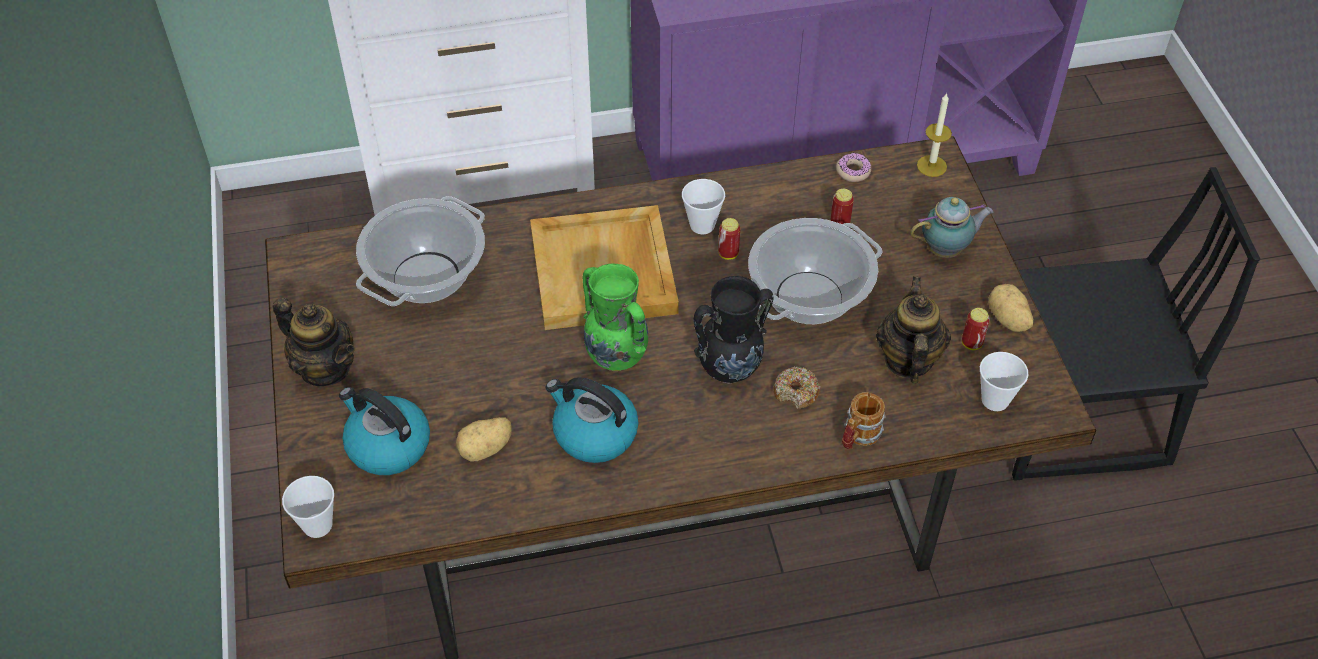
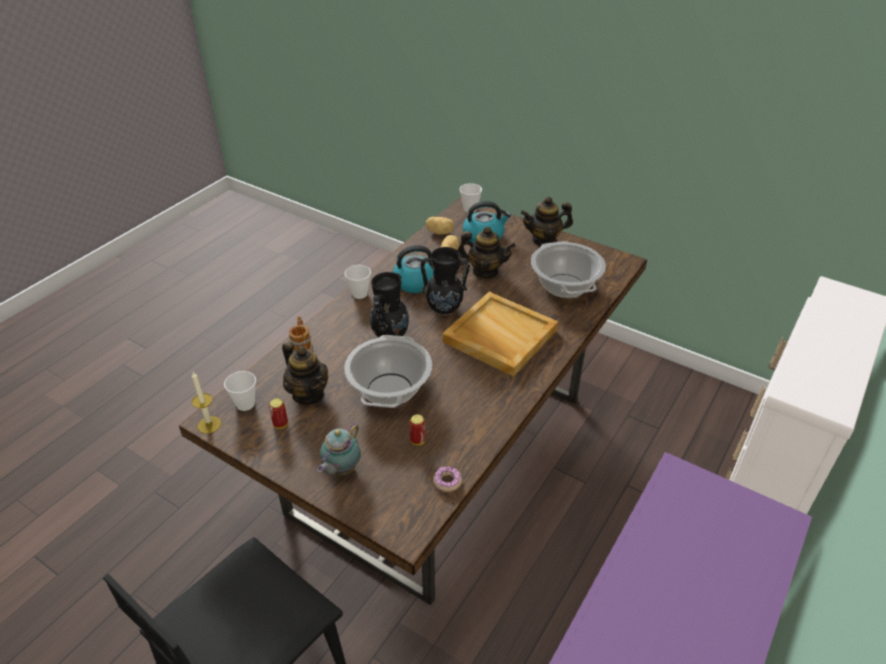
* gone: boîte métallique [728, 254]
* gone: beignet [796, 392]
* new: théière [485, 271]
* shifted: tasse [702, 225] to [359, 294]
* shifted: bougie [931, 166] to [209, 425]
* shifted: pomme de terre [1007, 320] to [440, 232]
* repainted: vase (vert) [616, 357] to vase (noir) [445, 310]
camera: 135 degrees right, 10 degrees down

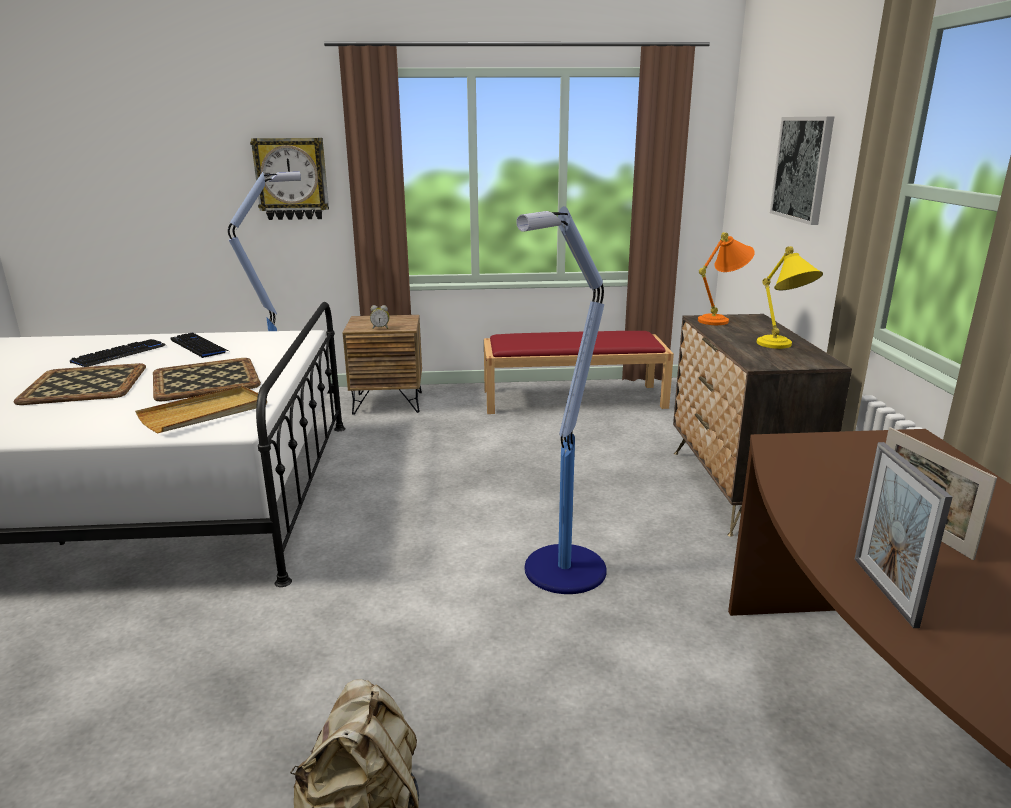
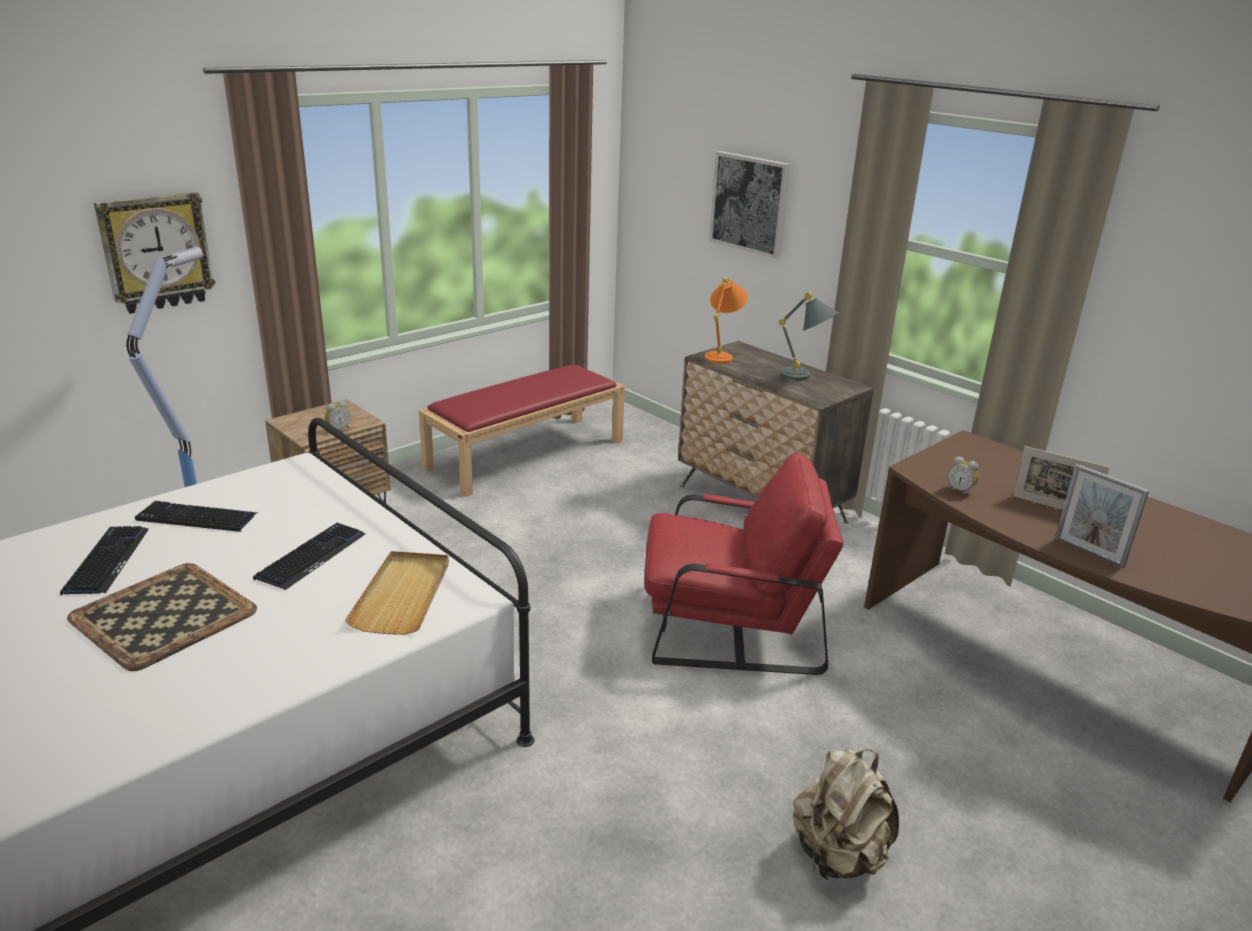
* new: réveil [960, 490]
* swapped: plateau [207, 379] to clavier [311, 557]
* swapped: lampadaire [563, 571] to fauteuil (rouge) [730, 625]
* repainted: lampe de table (jaune) [781, 347] to lampe de table (gris) [805, 377]
camera: 40 degrees left, 5 degrees up

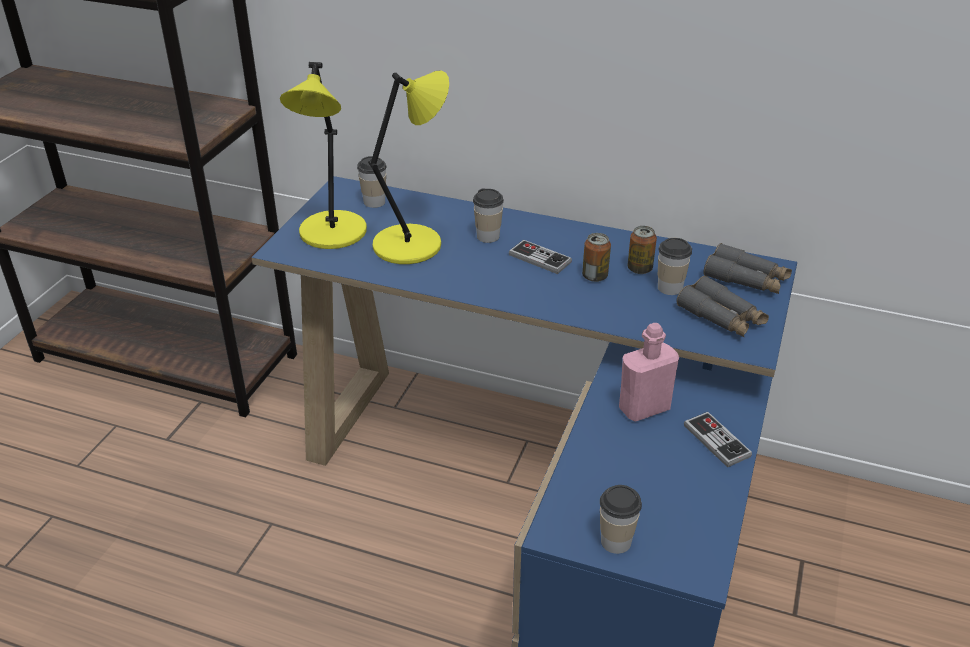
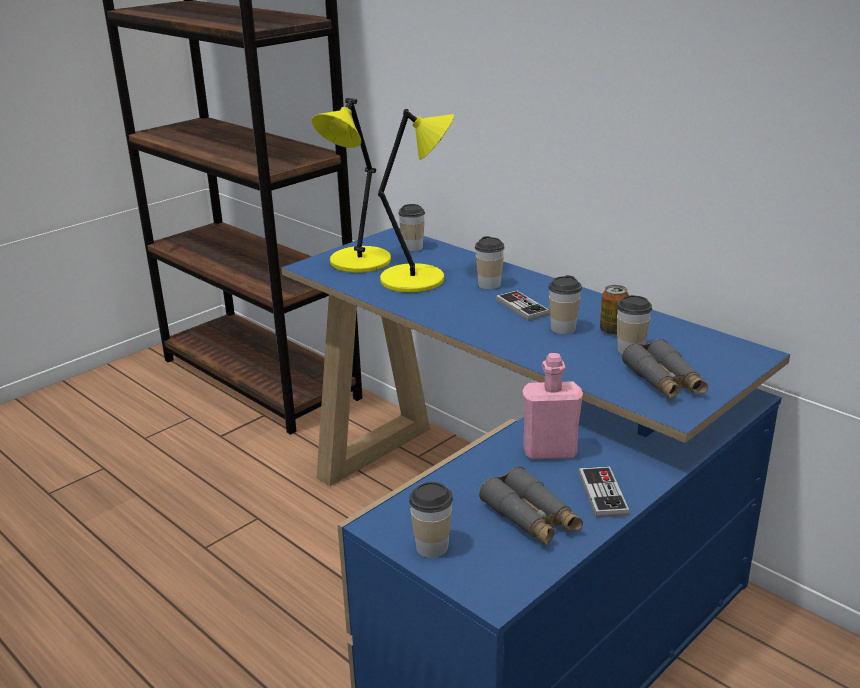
* shifted: jumelles (gris) [746, 279] to [531, 518]
* swapped: boîte métallique [595, 276] to tasse [563, 329]
camera: 25 degrees right, 10 degrees down

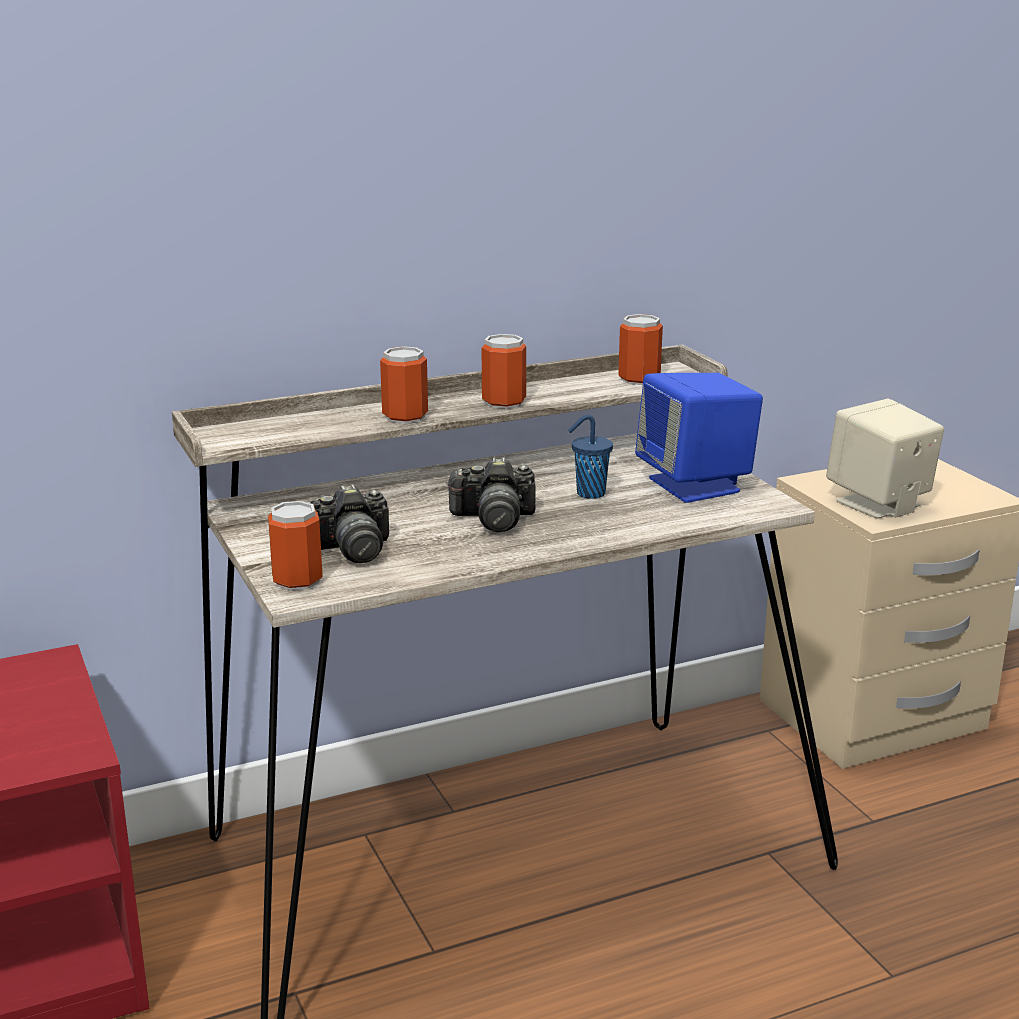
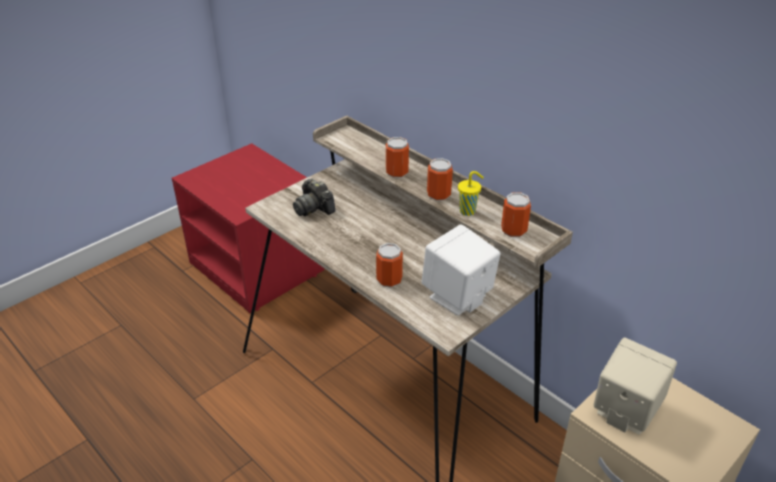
* gone: appareil photo [493, 519]
* gone: tasse (bleu) [589, 494]
* new: tasse (jaune) [468, 211]
* shifted: boîte métallique [297, 580] to [389, 280]
* repainted: enceinte (bleu) [695, 485] to enceinte (blanc) [458, 297]
camera: 70 degrees right, 15 degrees up

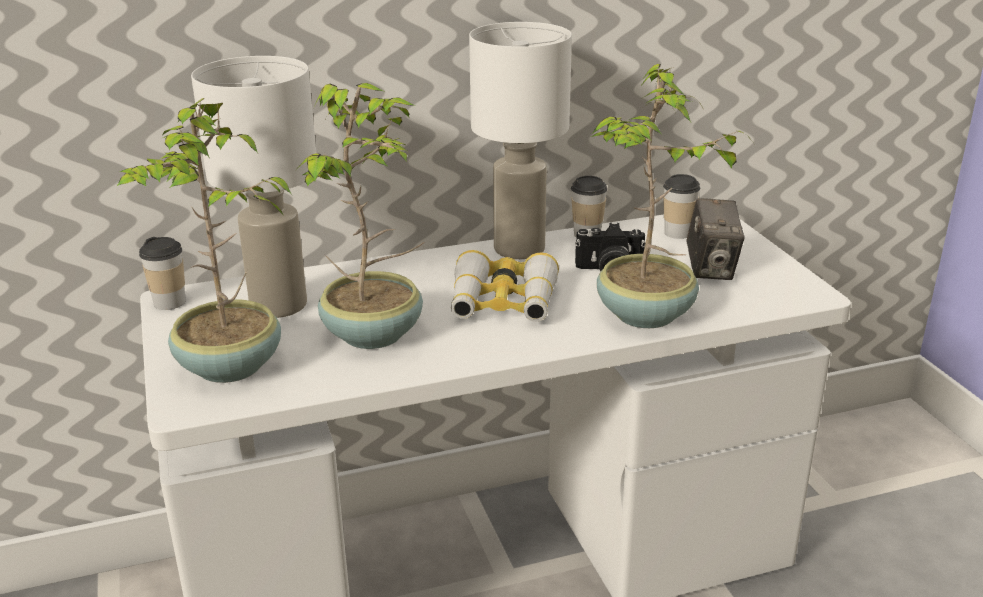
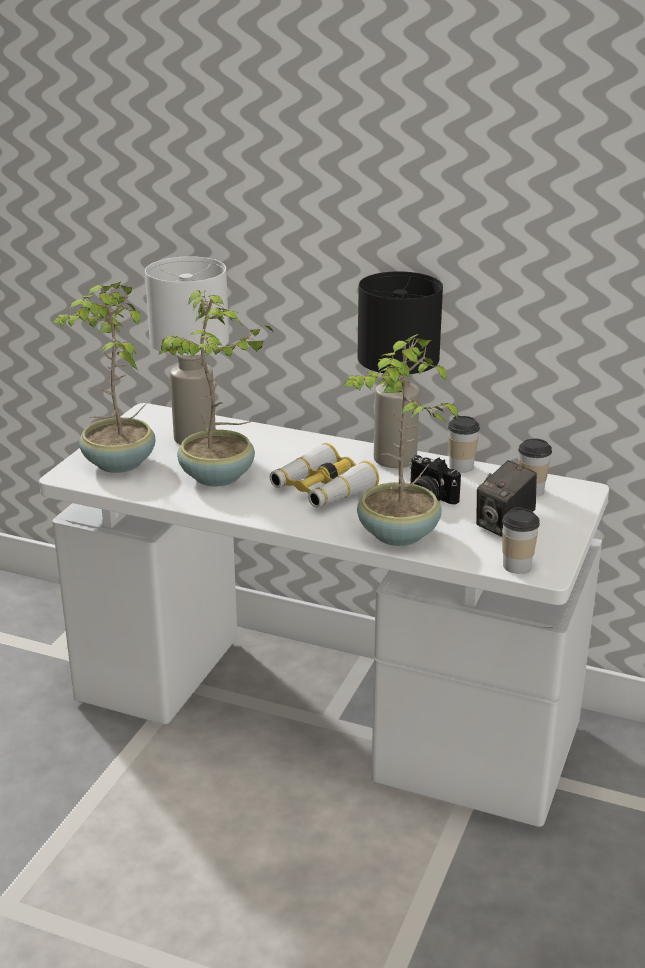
* shifted: tasse [169, 302] to [516, 566]
* repainted: lampe de table (blanc) [518, 250] to lampe de table (noir) [394, 459]
camera: 40 degrees right, 0 degrees up

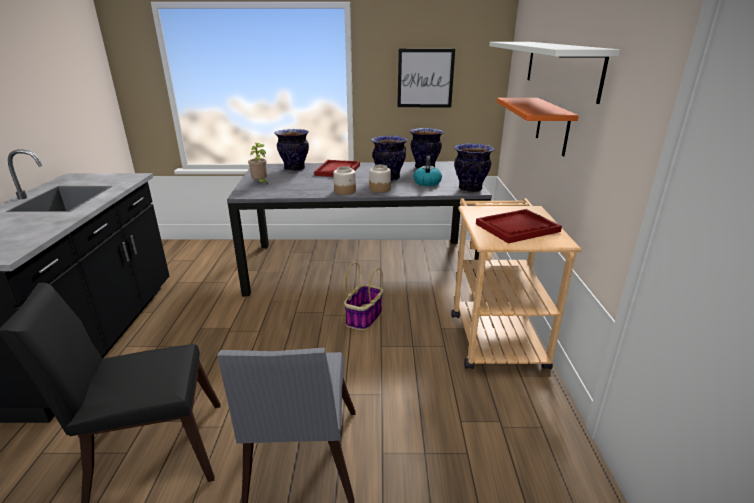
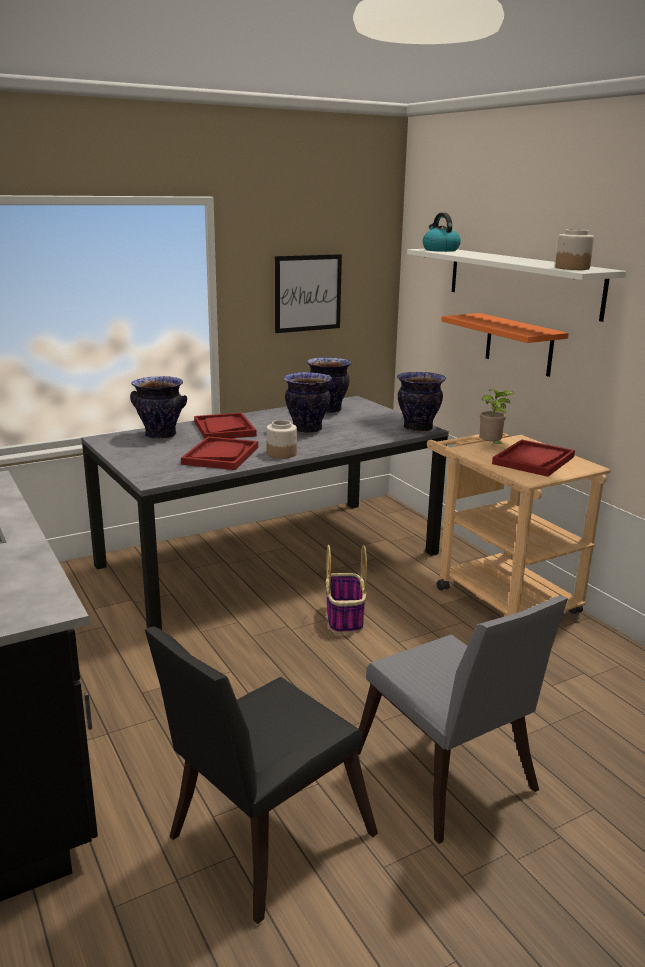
* new: plateau (rouge) [220, 455]
* shifted: plante en pot [260, 183] to [491, 447]
* shifted: bocal [380, 189] to [571, 268]
* shifted: bouilloire [427, 182] to [440, 250]
camera: 30 degrees left, 5 degrees down

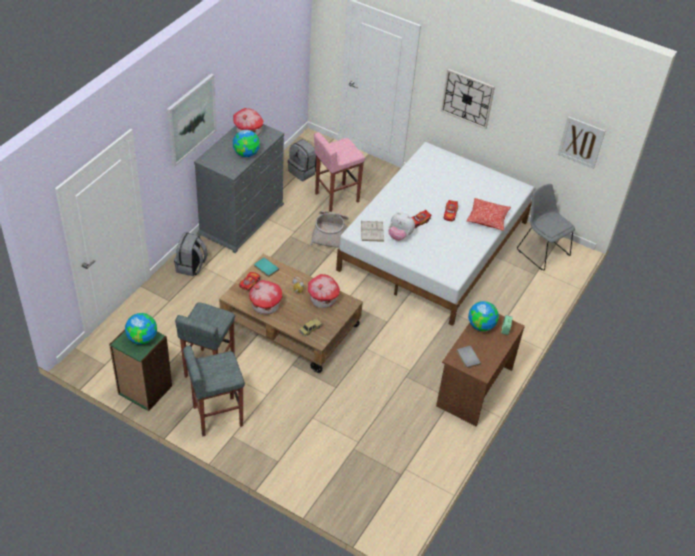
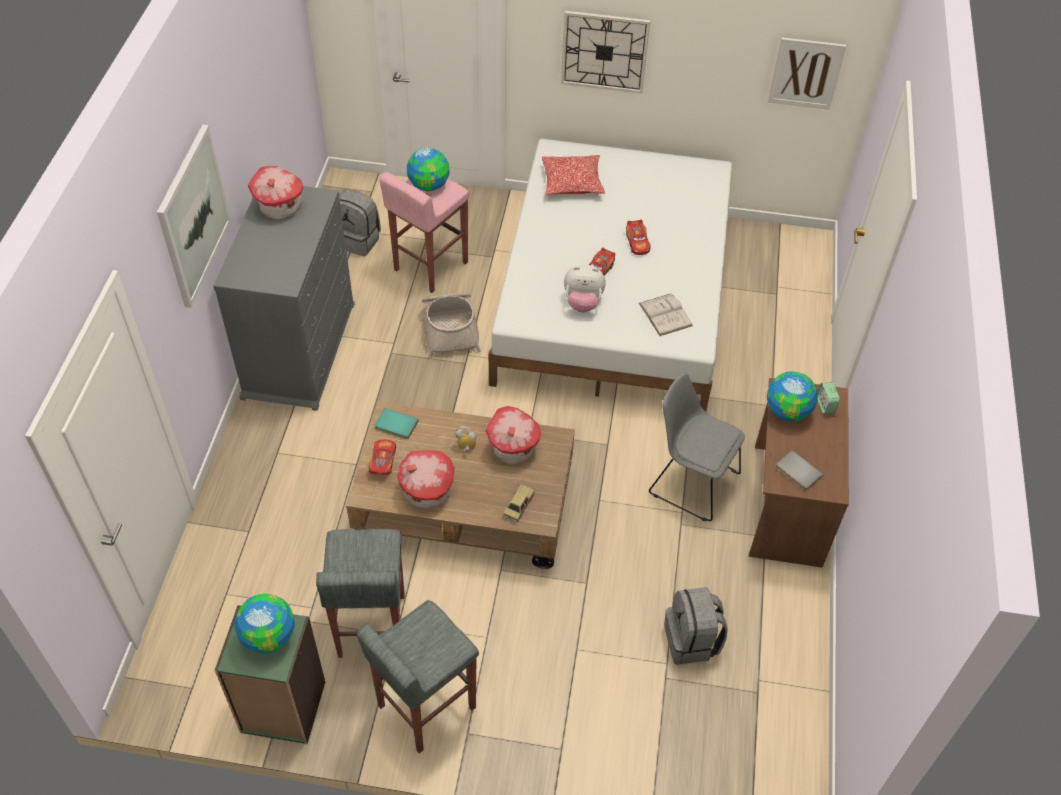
* shifted: sac à dos (gris) [191, 266] to [691, 641]
* shifted: globe [246, 154] to [429, 185]
* shifted: livre (blanc) [372, 231] to [665, 314]
* shifted: coussin [487, 219] to [572, 182]
* shifted: chaise (gris) [542, 251] to [691, 481]
camera: 20 degrees left, 5 degrees up

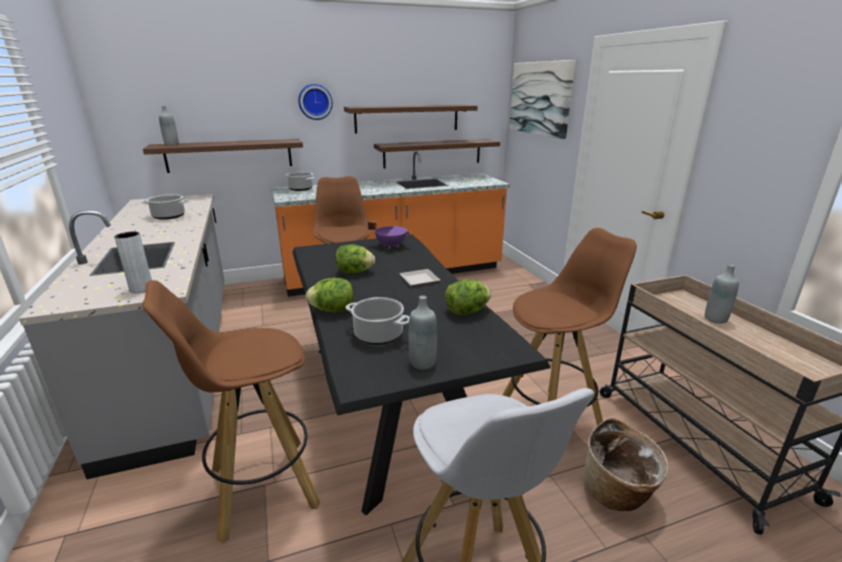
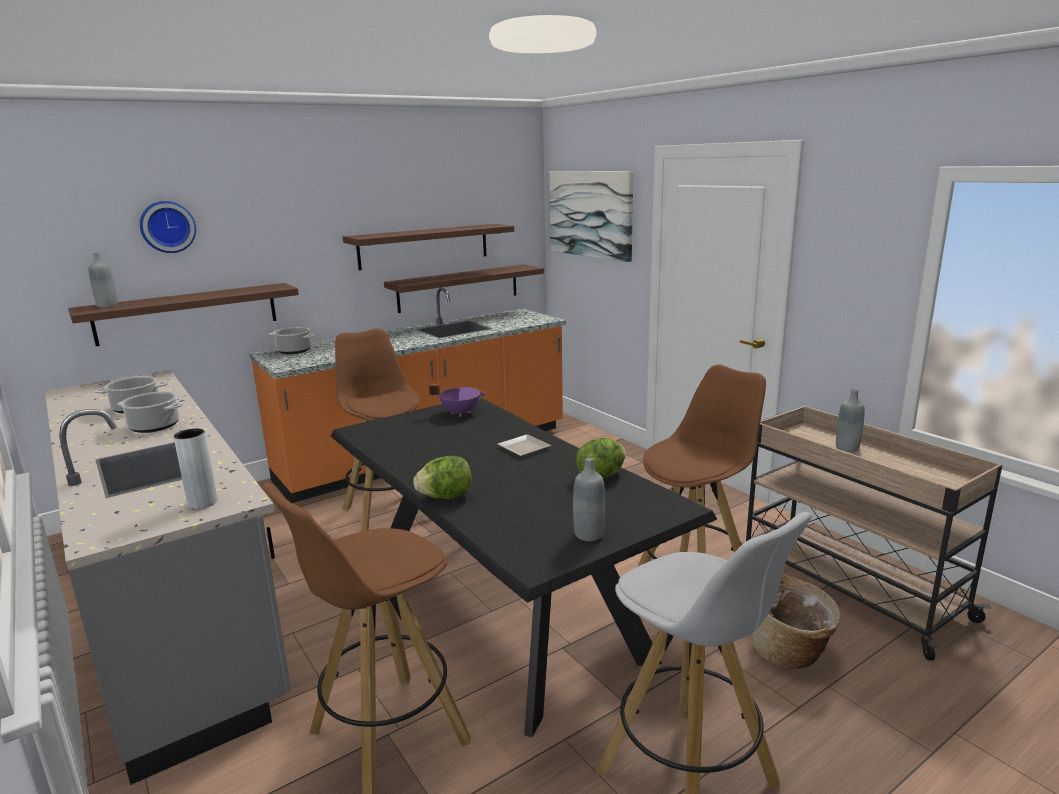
* gone: laitue [354, 272]
* shifted: horloge murale [315, 102] to [167, 226]
* shifted: marmite [377, 335] to [153, 426]
camera: 15 degrees left, 5 degrees down

